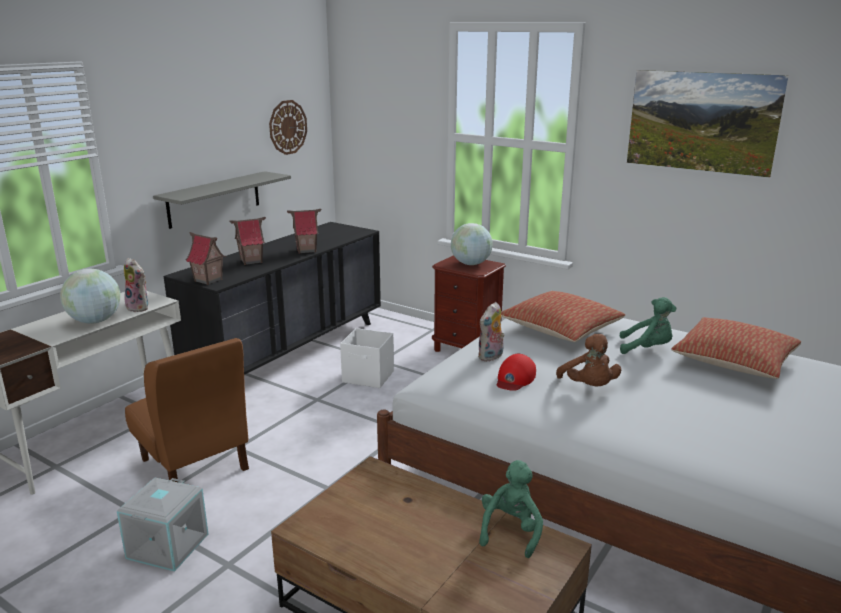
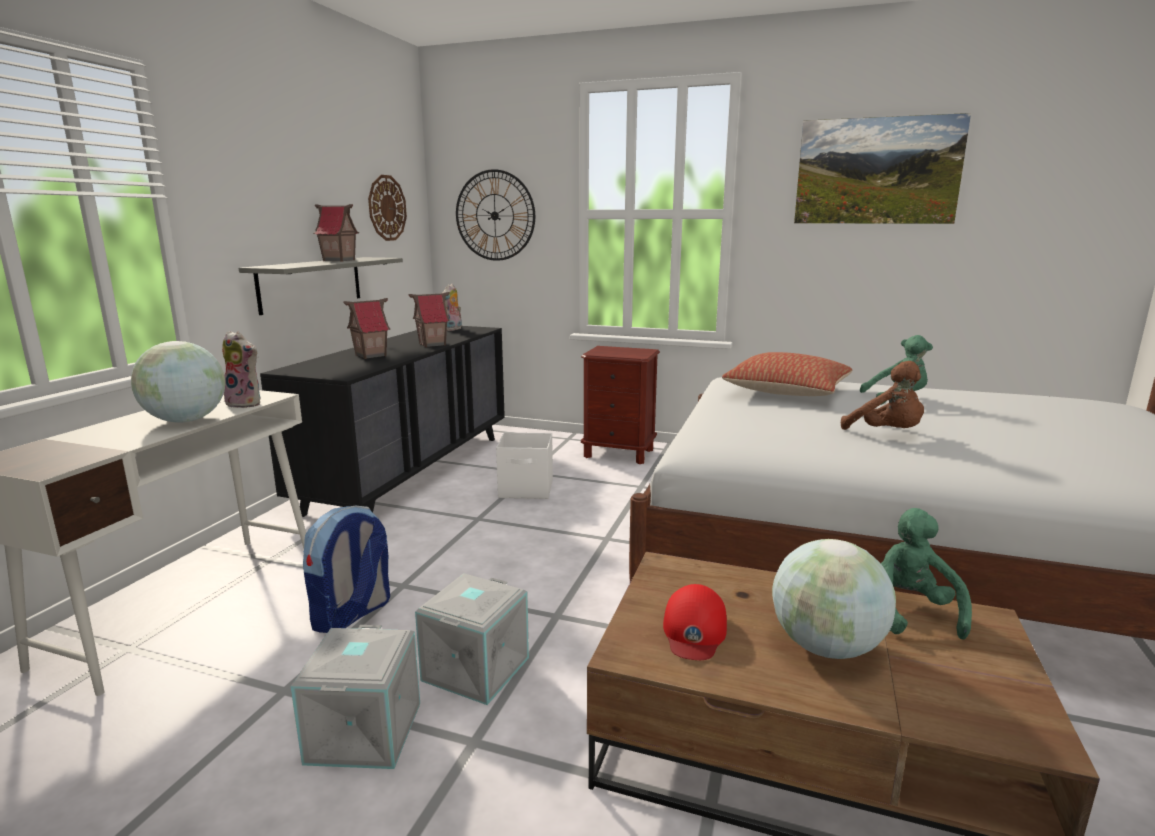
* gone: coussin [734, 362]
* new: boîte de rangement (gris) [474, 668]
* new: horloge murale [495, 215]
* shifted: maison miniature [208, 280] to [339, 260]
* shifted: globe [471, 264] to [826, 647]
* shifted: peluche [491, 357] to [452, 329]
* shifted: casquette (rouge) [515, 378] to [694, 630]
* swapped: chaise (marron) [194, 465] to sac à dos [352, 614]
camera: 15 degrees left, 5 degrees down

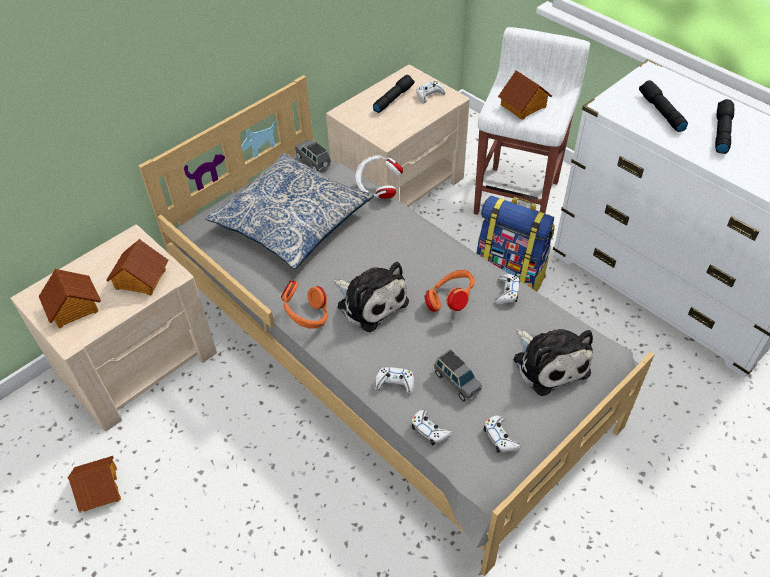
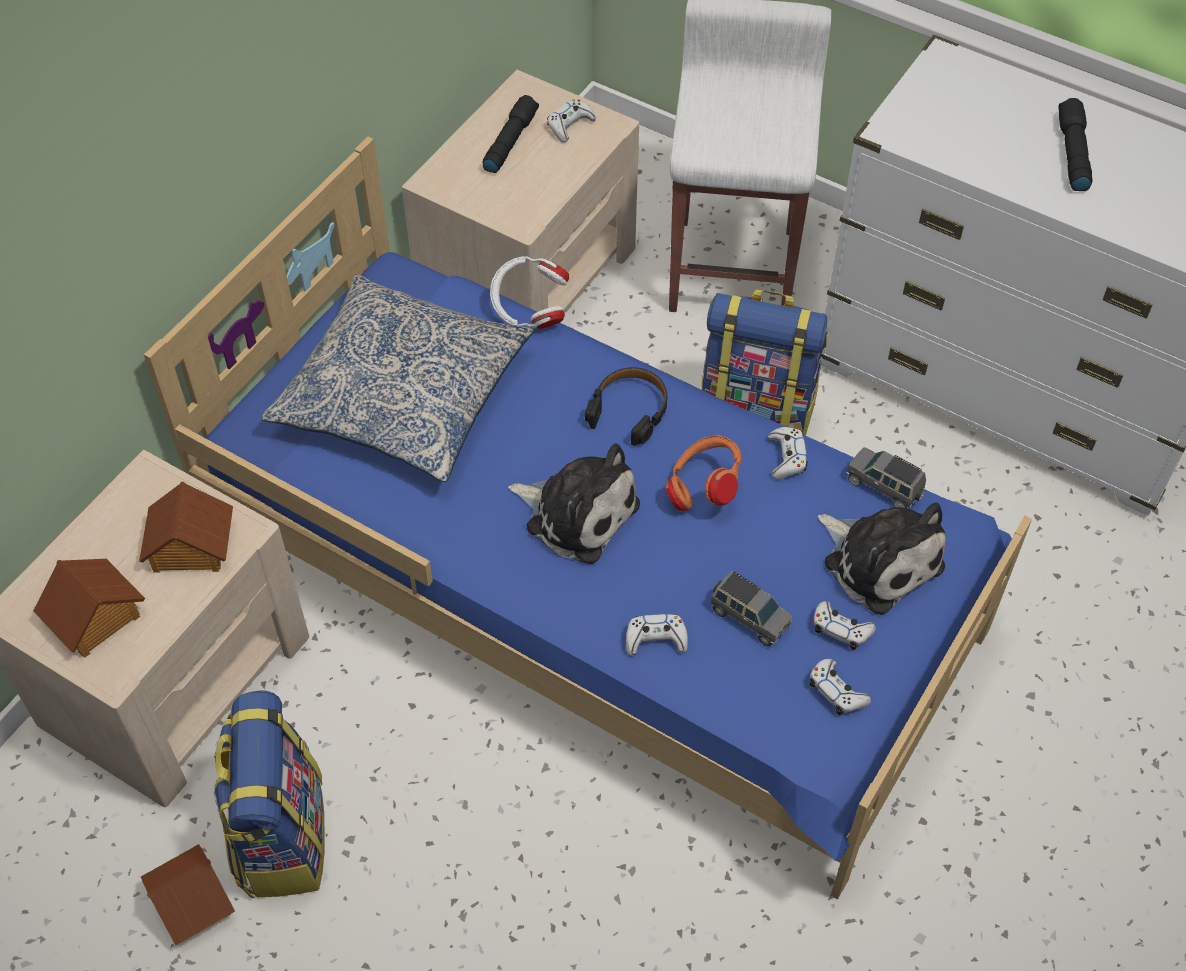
* gone: casque audio (orange) [307, 317]
* gone: maison miniature [523, 106]
* gone: lampe de poche (noir) [660, 112]
* new: sac à dos [280, 835]
* new: casque audio (noir) [629, 410]
* shifted: petite voiture (gris) [314, 161] to [885, 487]
* shifted: manette (blanc) [430, 430] to [841, 629]
* repainted: lit (gris) [389, 353] to lit (bleu) [597, 582]
camera: 15 degrees left, 5 degrees up

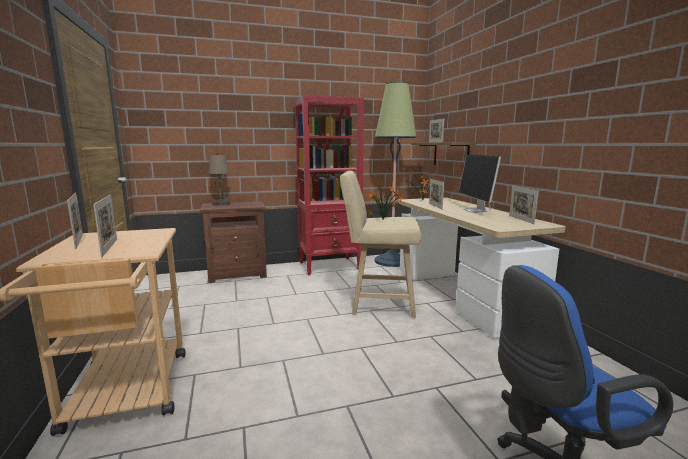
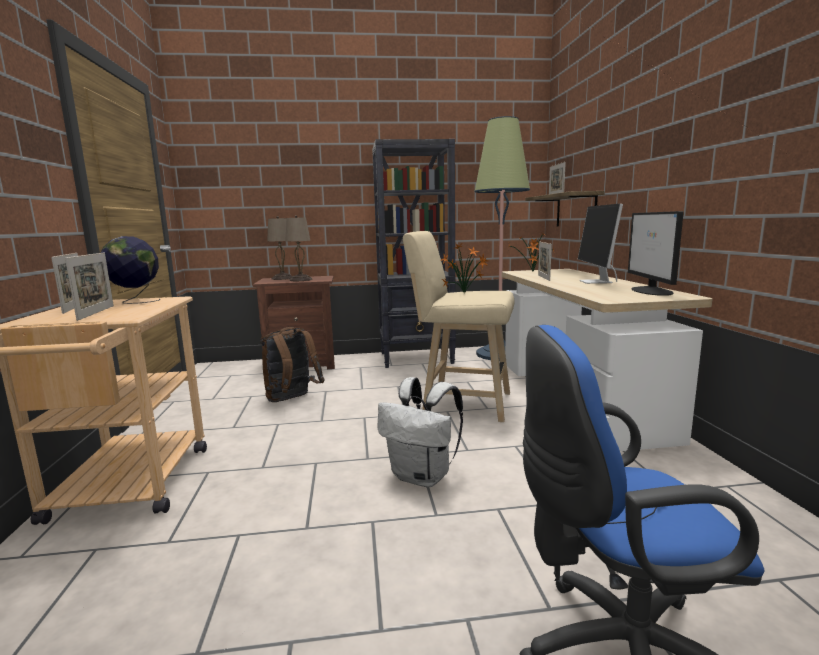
* new: globe [135, 301]
* new: sac à dos (marron) [292, 399]
* new: lampe de table (beige) [301, 280]
* new: sac à dos (blanc) [423, 476]
* swapped: cadre photo [521, 219] to écran d'ordinateur [651, 291]
* repainted: bibliothèque (rouge) [330, 266] to bibliothèque (noir) [417, 358]
camera: 10 degrees right, 0 degrees up

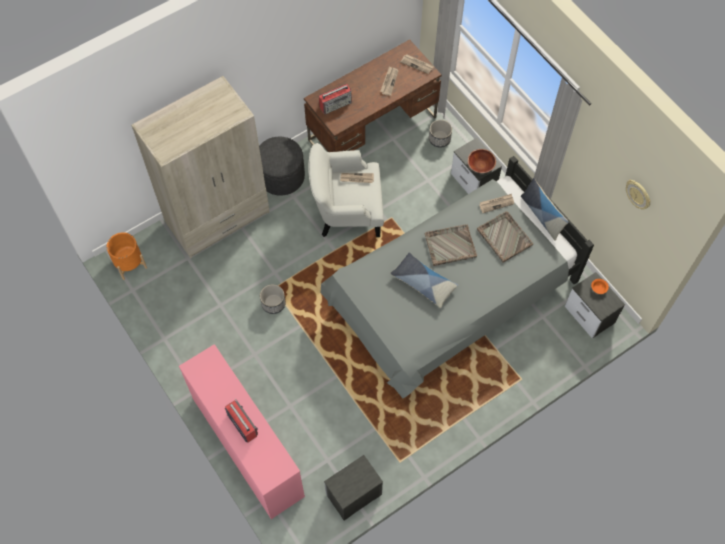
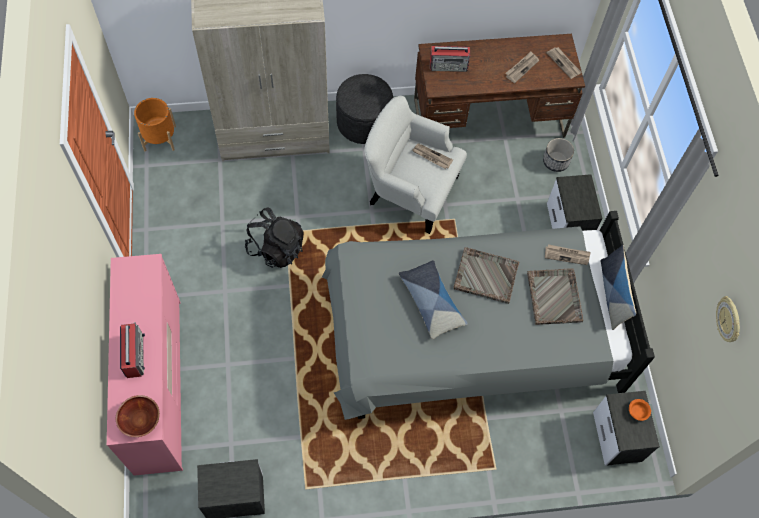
* shifted: bol (marron) [481, 165] to [140, 419]
* swapped: cache-pot [273, 303] to sac à dos (noir) [276, 248]
camera: 25 degrees right, 0 degrees up

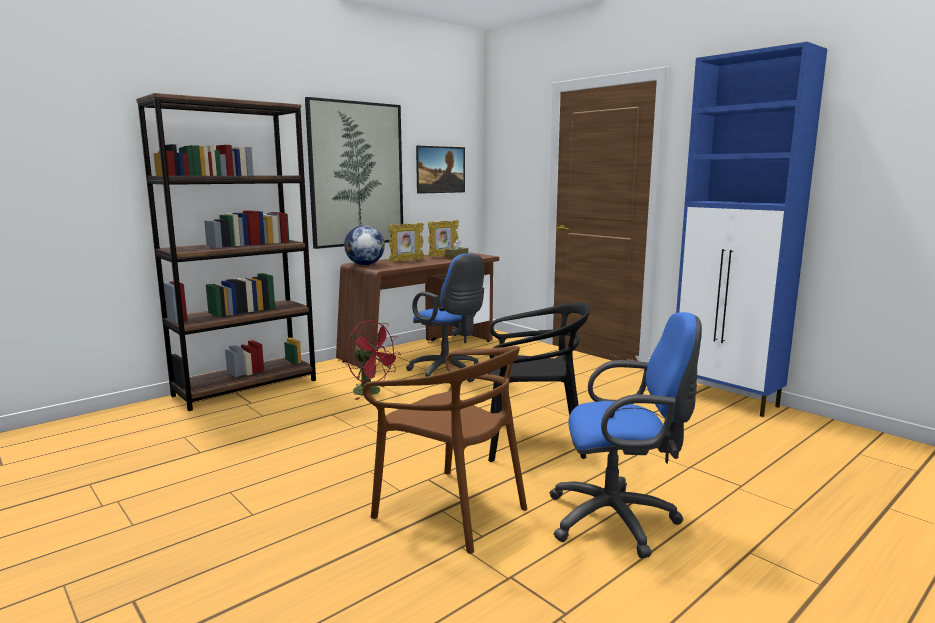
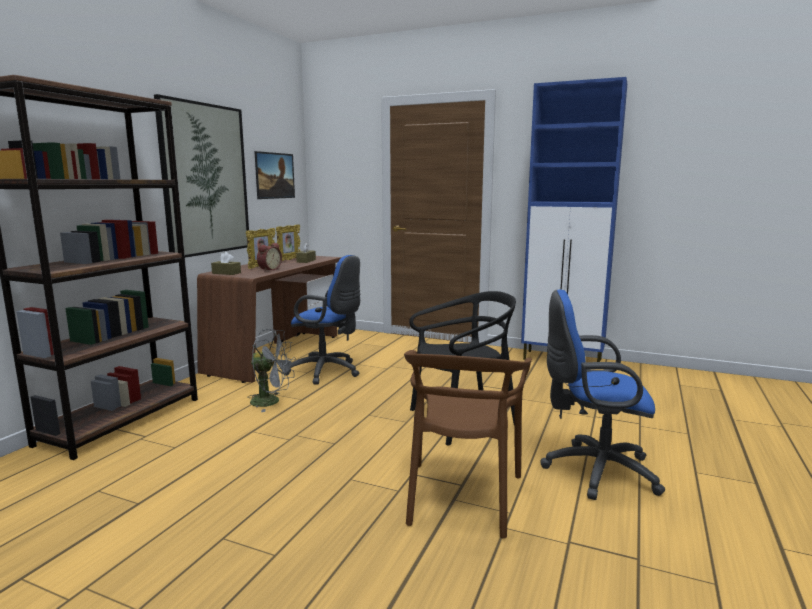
* new: réveil [269, 269]
* swapped: globe [364, 265] to boîte à mouchoirs (marron) [226, 273]
* repainted: ventilateur (rouge) [372, 392] to ventilateur (gris) [271, 402]
* rotated: chaise (marron) [451, 510] = [462, 497] 90 degrees clockwise
* rotated: chaise de bureau (bleu) [619, 520] = [593, 471] 150 degrees counterclockwise
camera: 25 degrees left, 0 degrees up

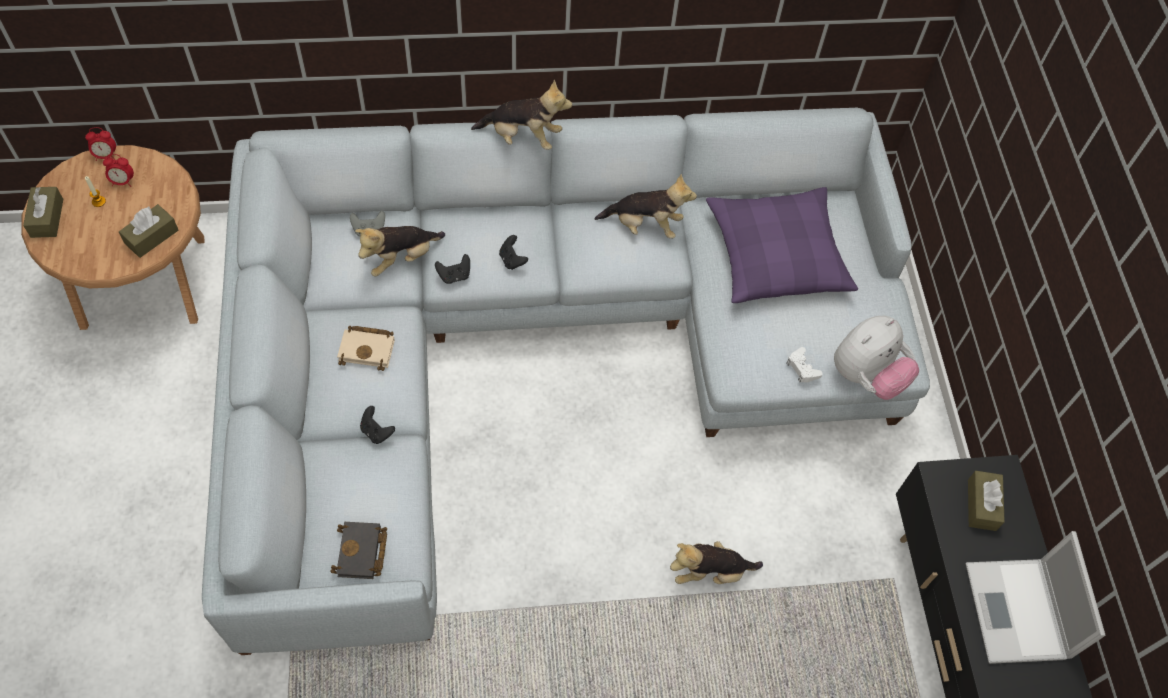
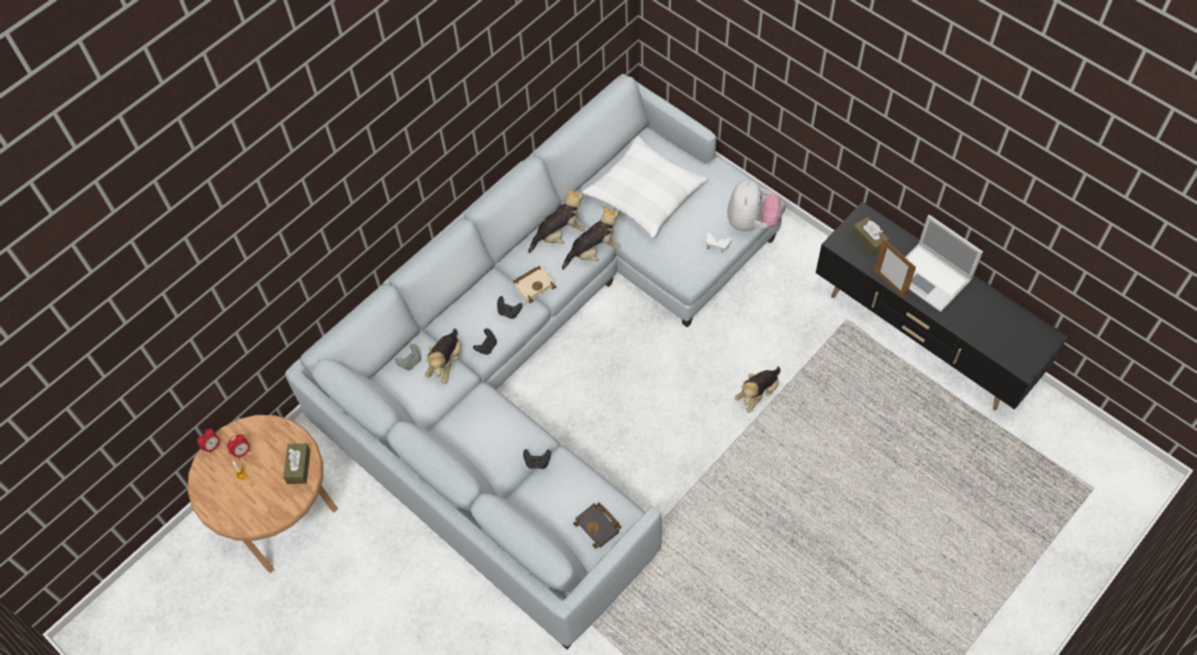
* gone: boîte à mouchoirs (marron) [47, 218]
* new: cadre photo [889, 284]
* shifted: livre (beige) [368, 349] to [534, 284]
* shifted: peluche [523, 137] to [594, 251]
* repainted: coussin (violet) [776, 254] to coussin (blanc) [645, 194]
camera: 35 degrees left, 0 degrees up

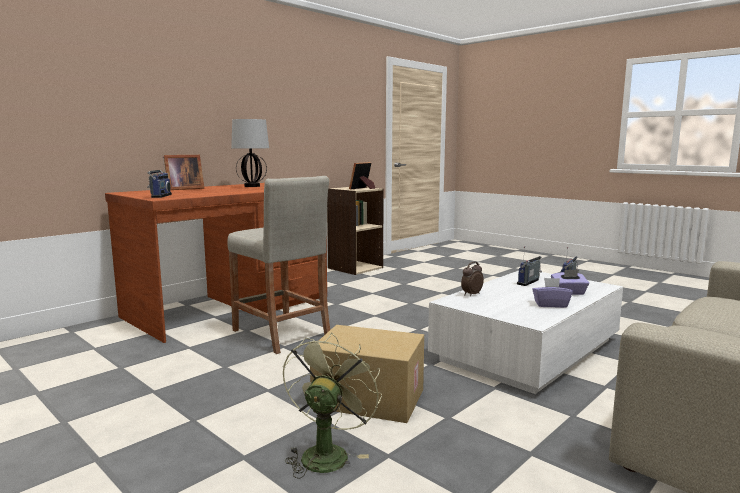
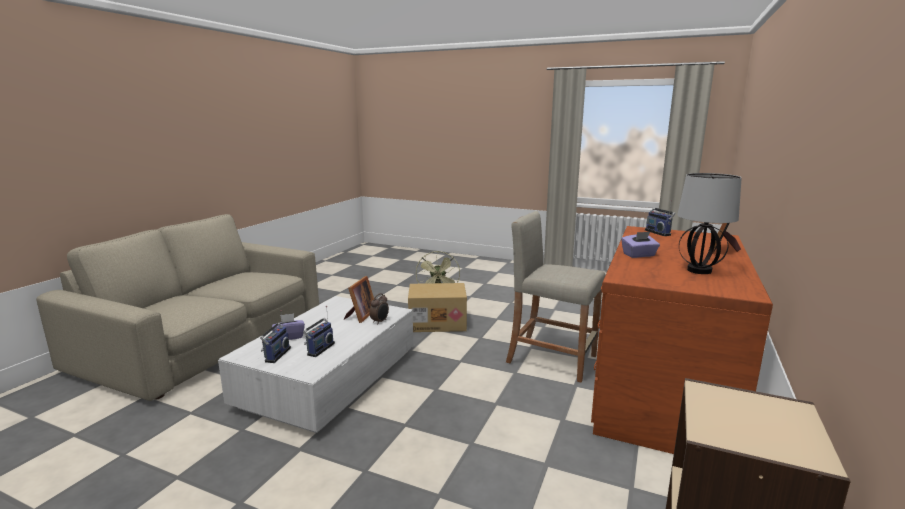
* shifted: cadre photo [362, 188] to [360, 315]
* shifted: boîte à mouchoirs (violet) [550, 305] to [639, 255]
camera: 160 degrees right, 5 degrees up

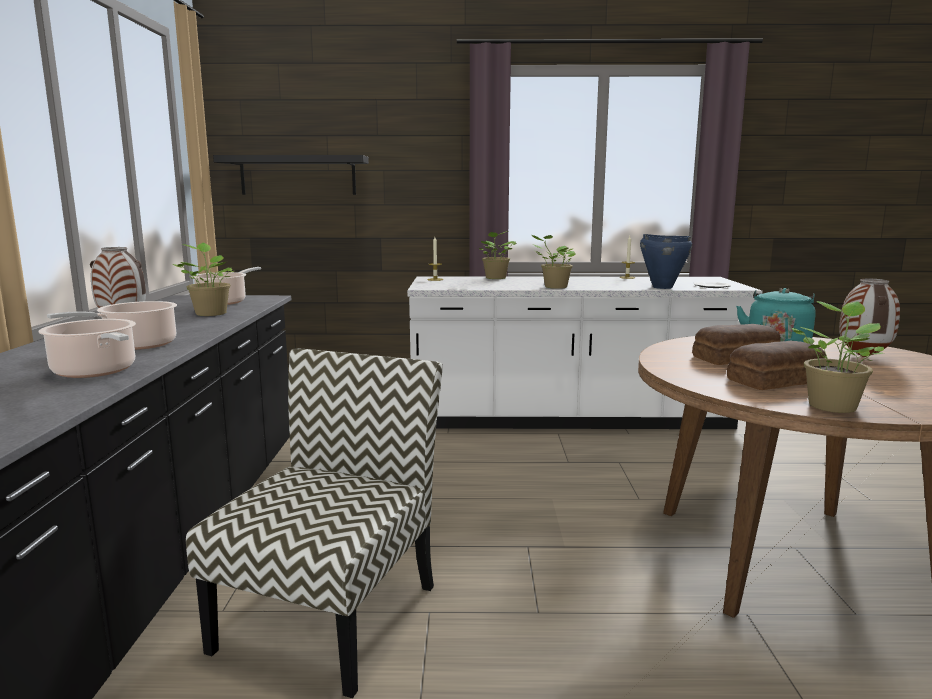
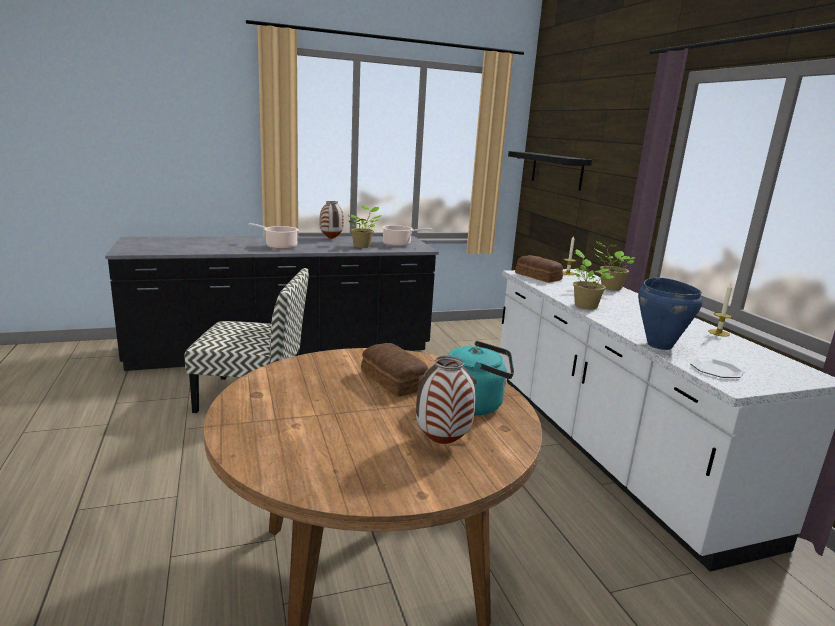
* gone: marmite [96, 371]
* gone: plante en pot [832, 405]
* shifted: pain [777, 381] to [538, 277]
camera: 70 degrees right, 5 degrees up

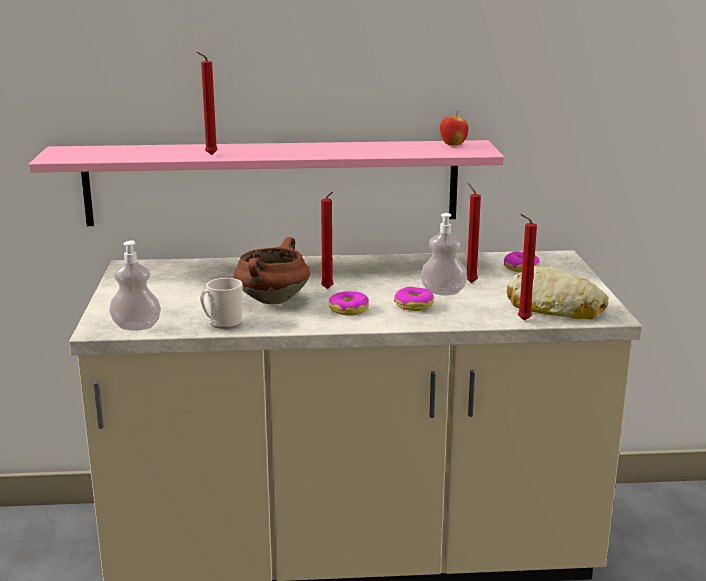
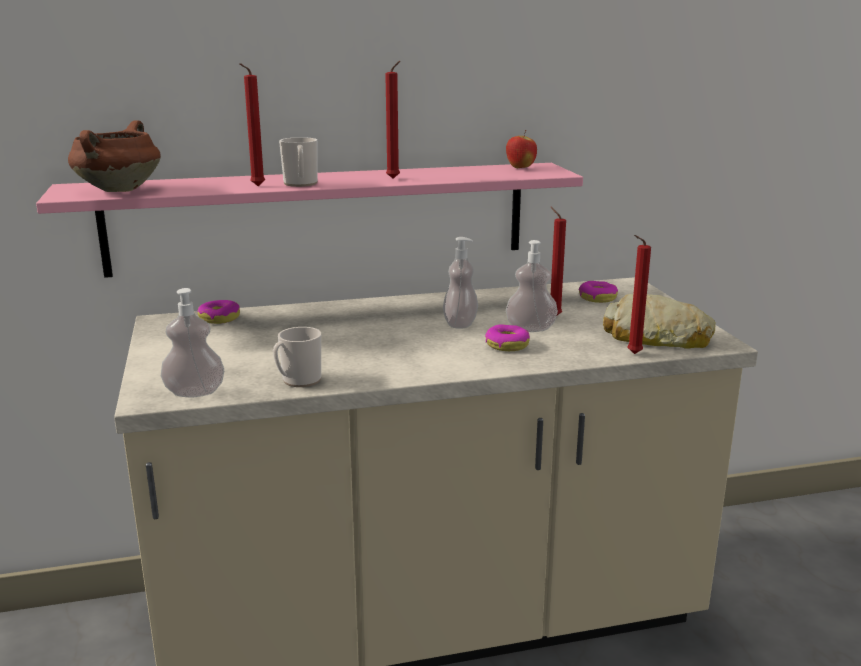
* new: mug [301, 184]
* new: distributeur de savon [460, 324]
* shifted: marmite (marron) [272, 300] to [119, 190]
* shifted: bougie (rouge) [328, 289] to [394, 179]
* shifted: beignet [349, 309] to [220, 318]
camera: 10 degrees left, 0 degrees up

